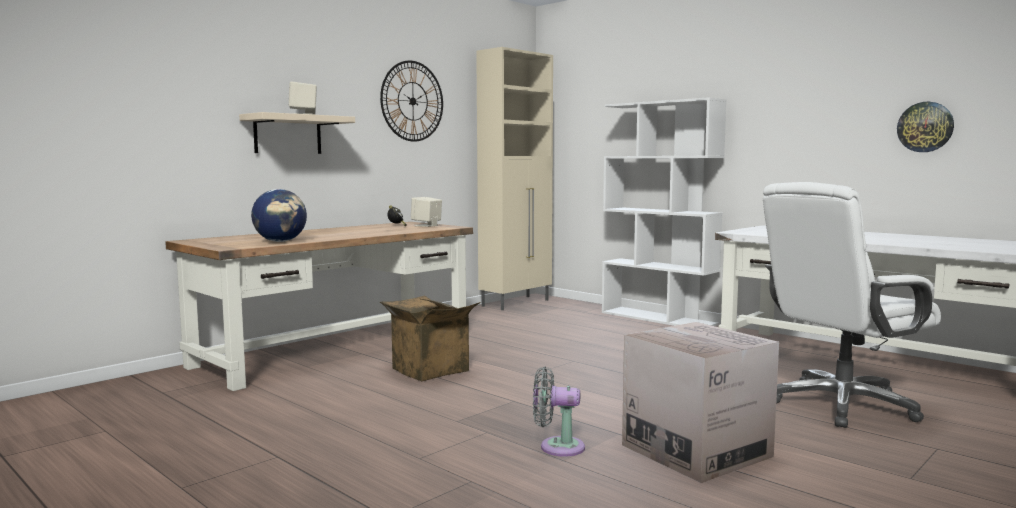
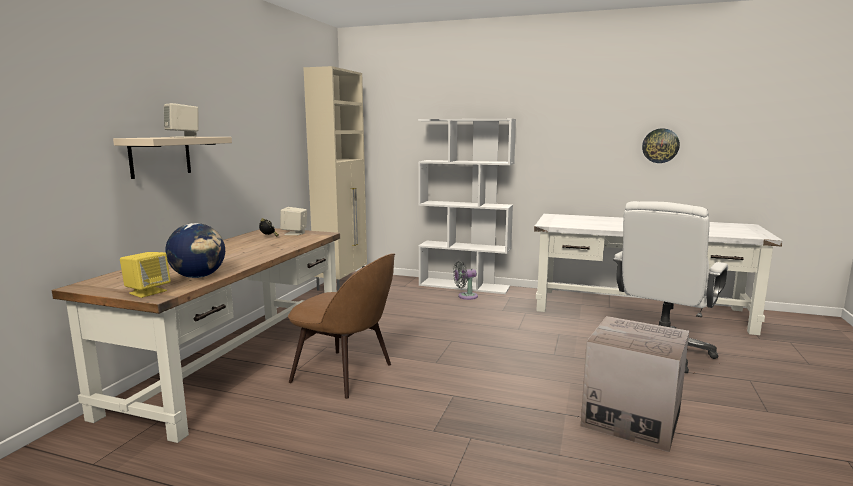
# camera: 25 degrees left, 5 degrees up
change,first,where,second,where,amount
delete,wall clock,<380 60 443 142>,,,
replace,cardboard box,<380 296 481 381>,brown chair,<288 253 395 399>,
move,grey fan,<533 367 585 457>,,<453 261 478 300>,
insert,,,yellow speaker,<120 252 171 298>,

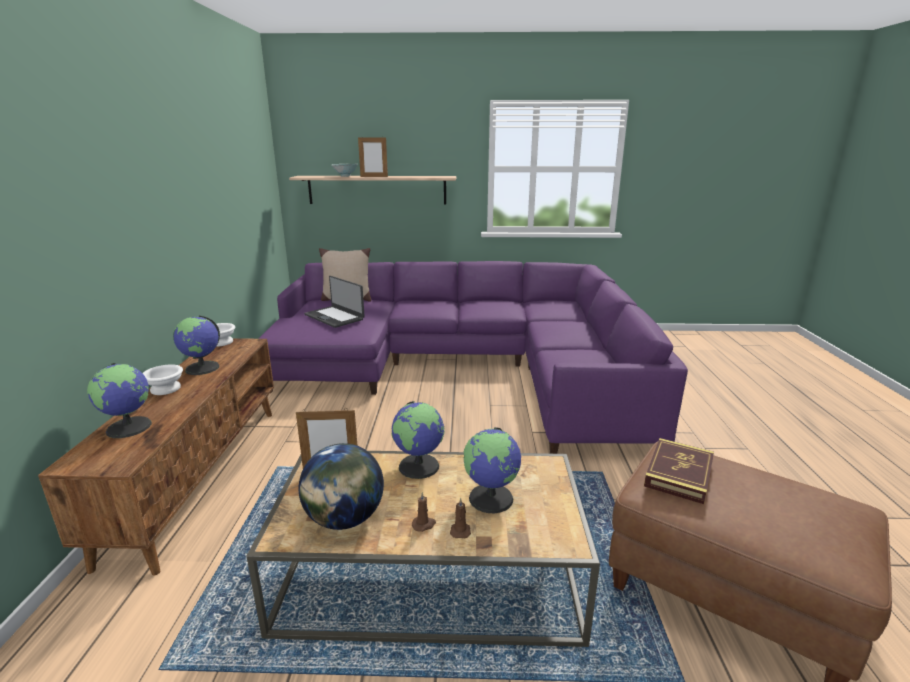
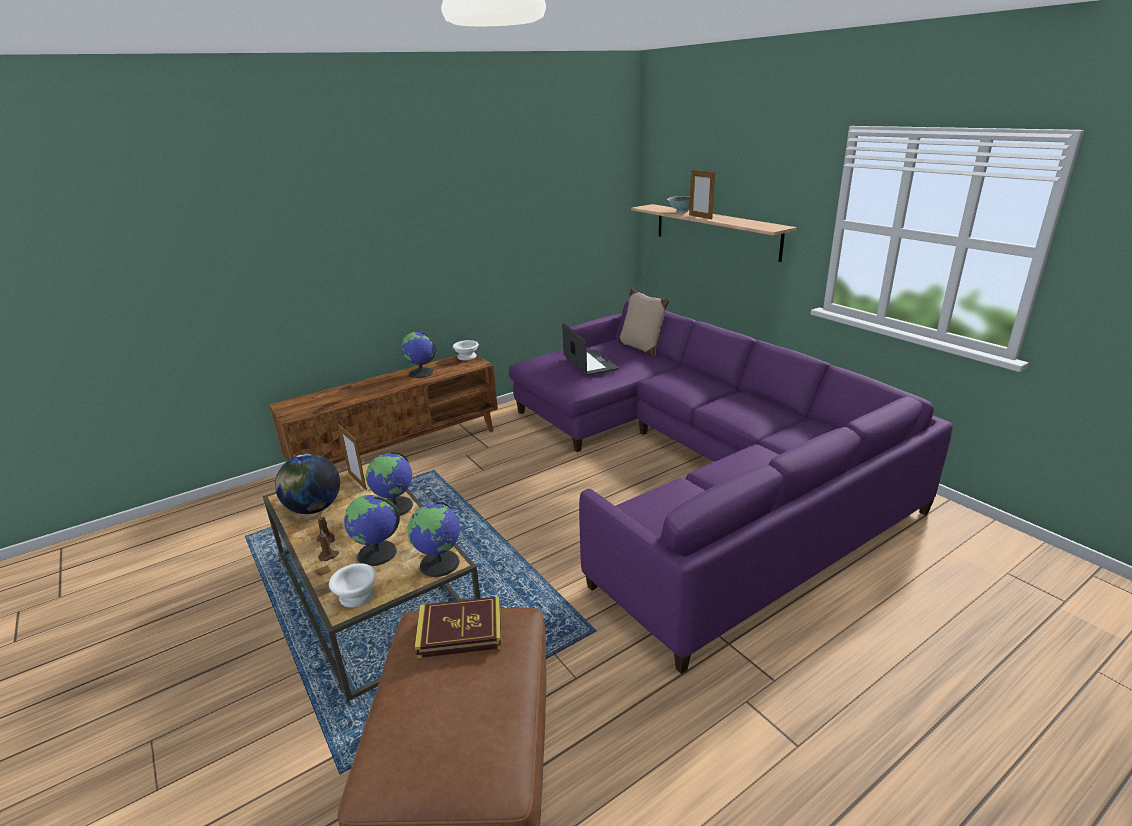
# camera: 55 degrees right, 5 degrees up
change,first,where,second,where,amount
rotate,laptop,<304 276 365 328>,,<562 323 619 376>,150 degrees clockwise
move,globe,<87 363 152 438>,,<407 502 460 577>,
move,white bowl,<143 364 183 395>,,<329 563 376 608>,

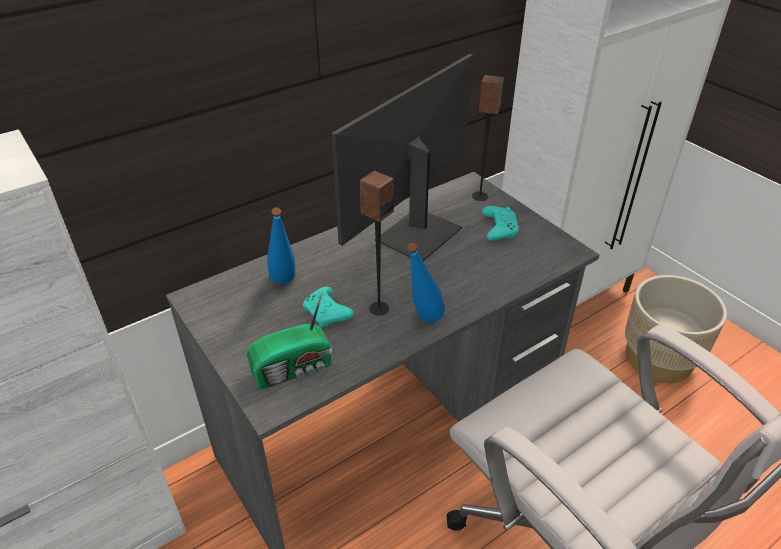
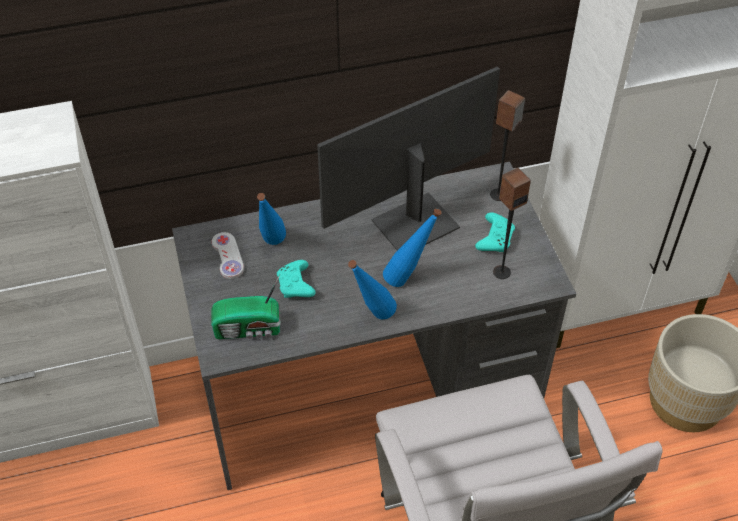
# camera: 20 degrees right, 10 degrees up
change,first,where,second,where,amount
move,speaker,<360 171 394 316>,,<493 168 531 279>,
insert,,,blue bottle,<383 208 441 287>,
insert,,,white game controller,<212 232 244 279>,

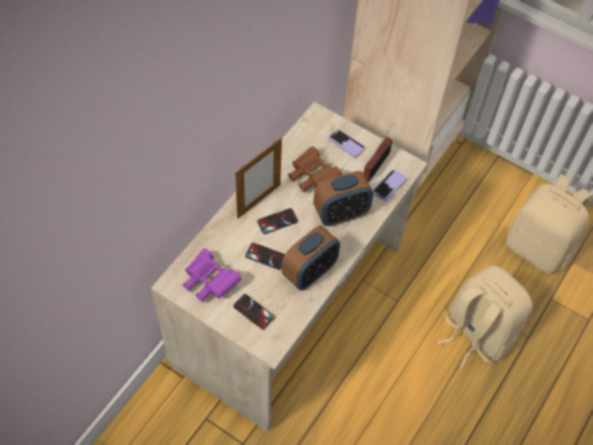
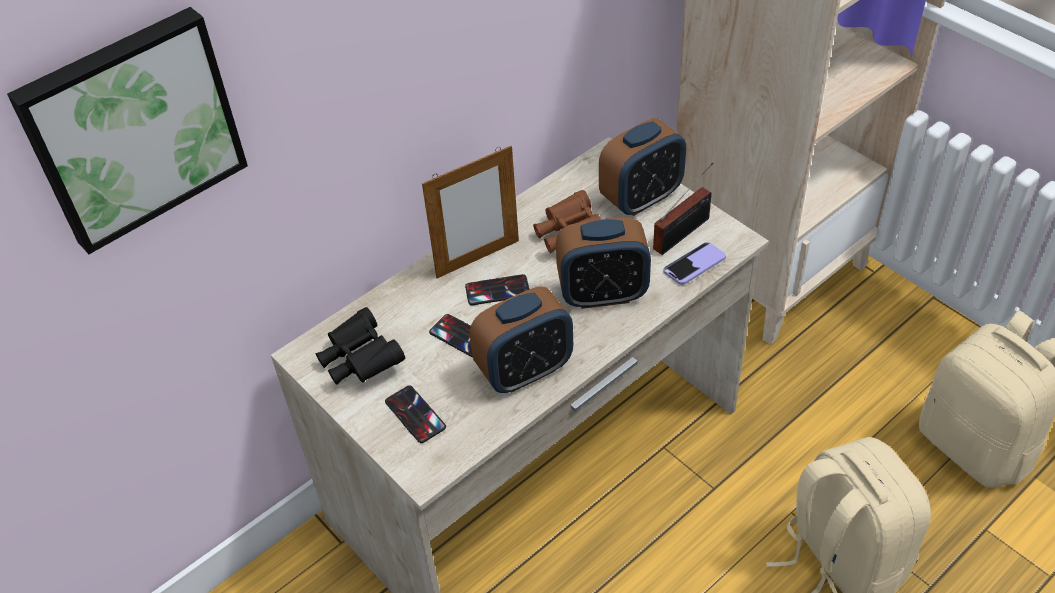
# camera: 20 degrees right, 10 degrees down
change,first,where,second,where,amount
replace,phone,<328 129 365 157>,alarm clock,<599 118 686 216>,
recolor,purple binoculars,<183 248 241 302>,black binoculars,<316 307 405 385>,
insert,,,picture,<7 7 248 254>,

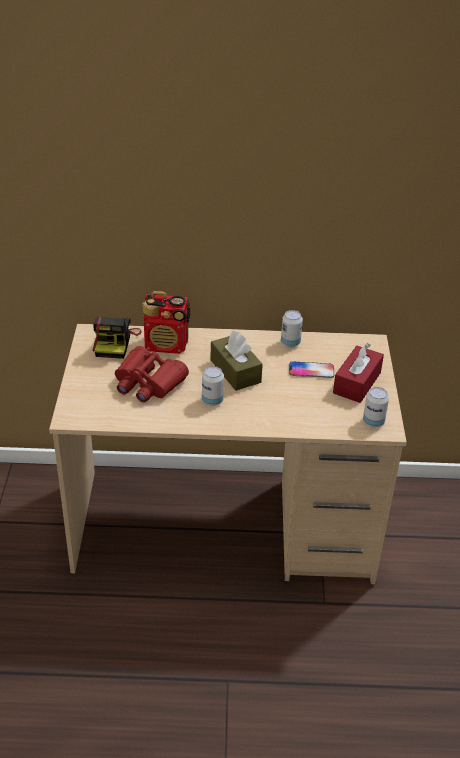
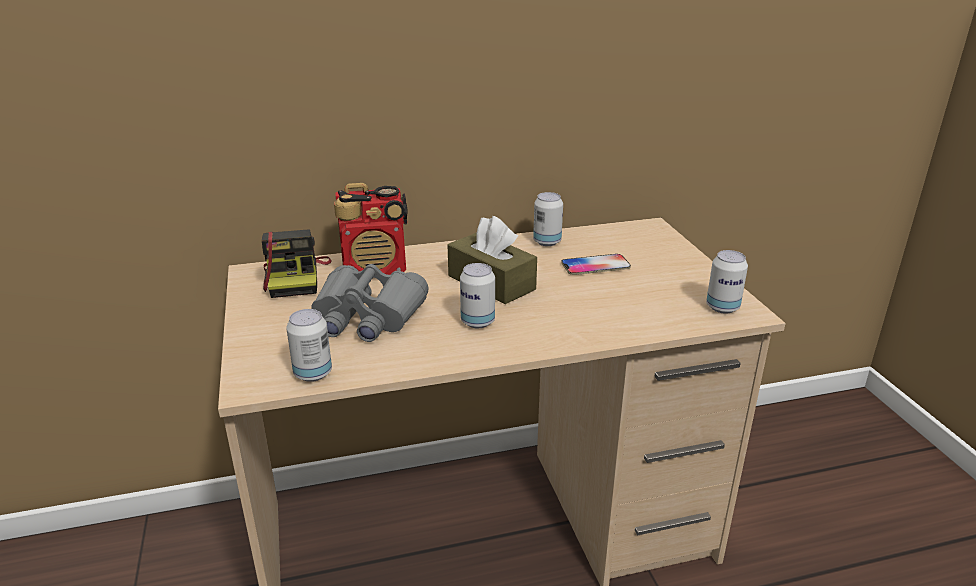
# camera: 15 degrees left, 10 degrees down
change,first,where,second,where,amount
delete,red tissue box,<333 343 384 403>,,,
recolor,red binoculars,<115 346 189 403>,grey binoculars,<311 264 428 342>,
insert,,,can,<286 309 332 382>,

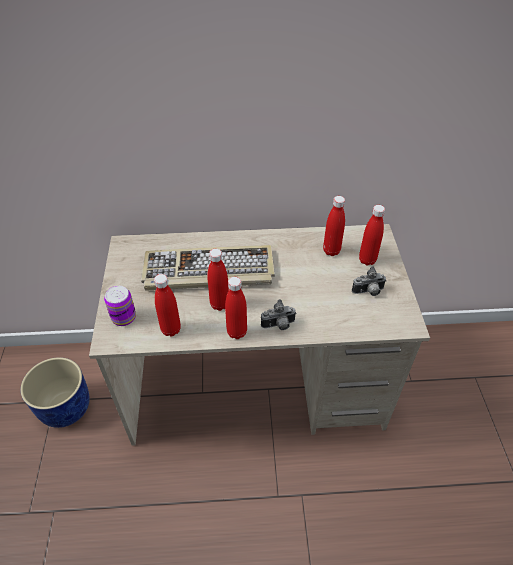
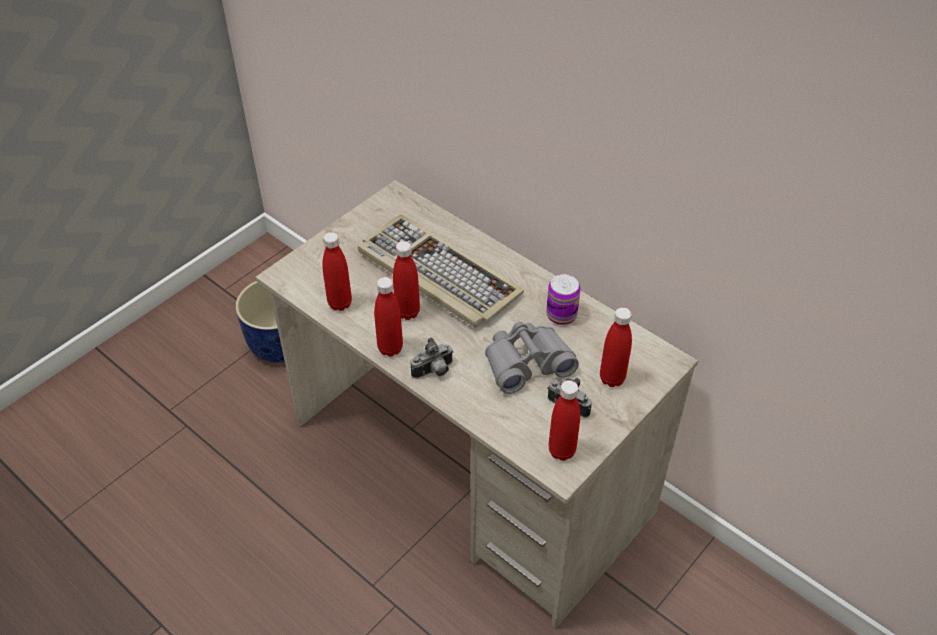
# camera: 45 degrees right, 0 degrees up
change,first,where,second,where,amount
move,red bottle,<323 196 345 256>,,<548 380 580 461>,
move,can,<104 286 136 326>,,<546 274 581 325>,
rotate,photo camera,<261 299 296 330>,,<410 338 454 379>,60 degrees counterclockwise
insert,,,grey binoculars,<485 322 579 394>,

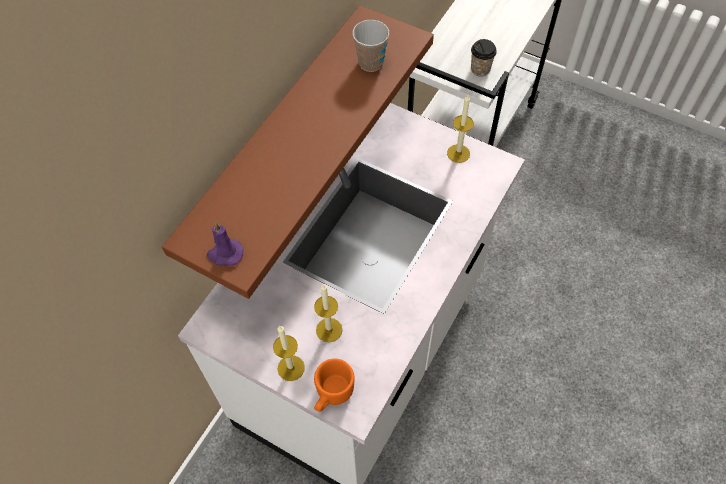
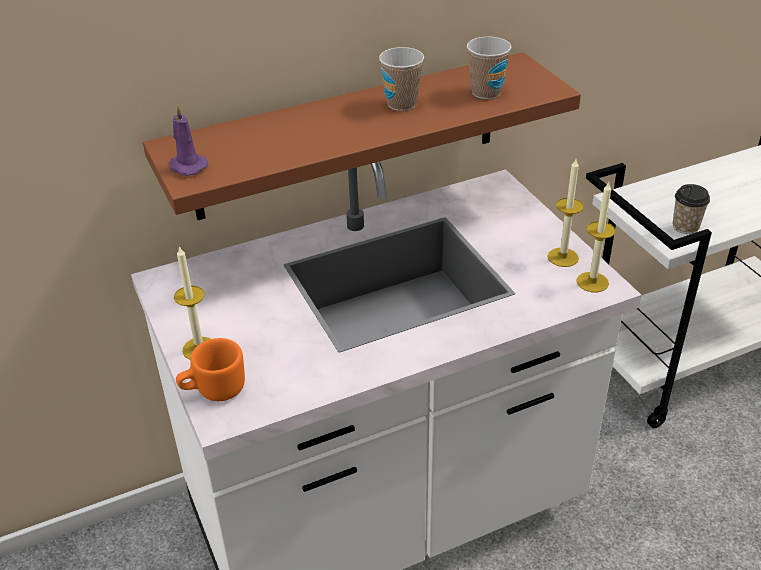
# camera: 35 degrees right, 20 degrees down
change,first,where,second,where,amount
move,candle,<314 284 342 342>,,<576 182 616 292>,
insert,,,cup,<379 47 424 111>,

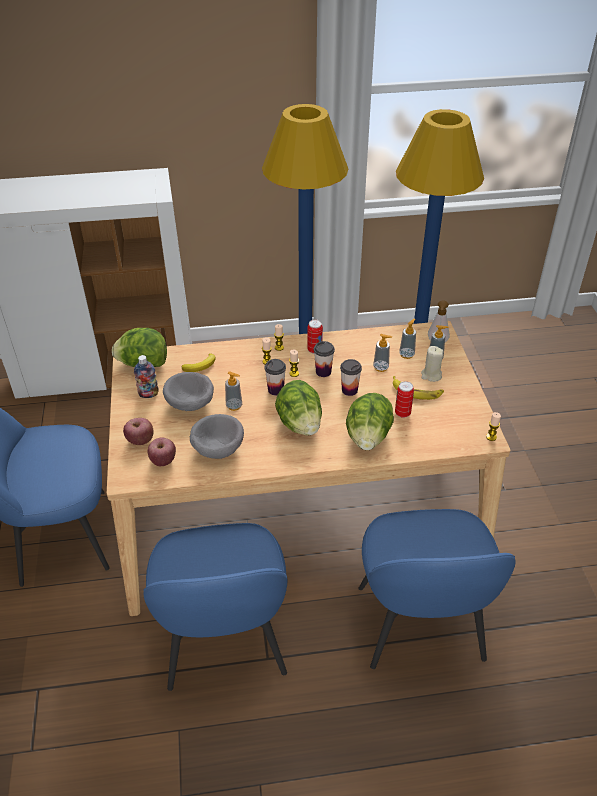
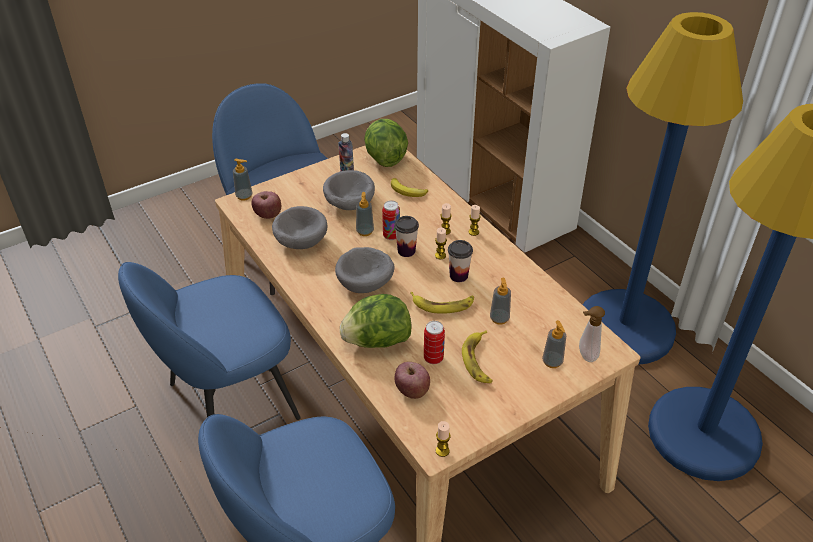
# camera: 65 degrees right, 0 degrees up
change,first,where,second,where,amount
move,can,<307 319 323 354>,,<382 200 400 240>,
move,soap dispenser,<399 319 416 359>,,<233 159 253 201>,
delete,beige candle,<421 346 444 382>,,,
replace,cup,<340 359 362 396>,banana,<410 292 474 314>,
replace,lettuce,<275 380 322 436>,grey bowl,<335 247 394 293>,
move,apple,<123 418 154 445>,,<395 362 430 399>,

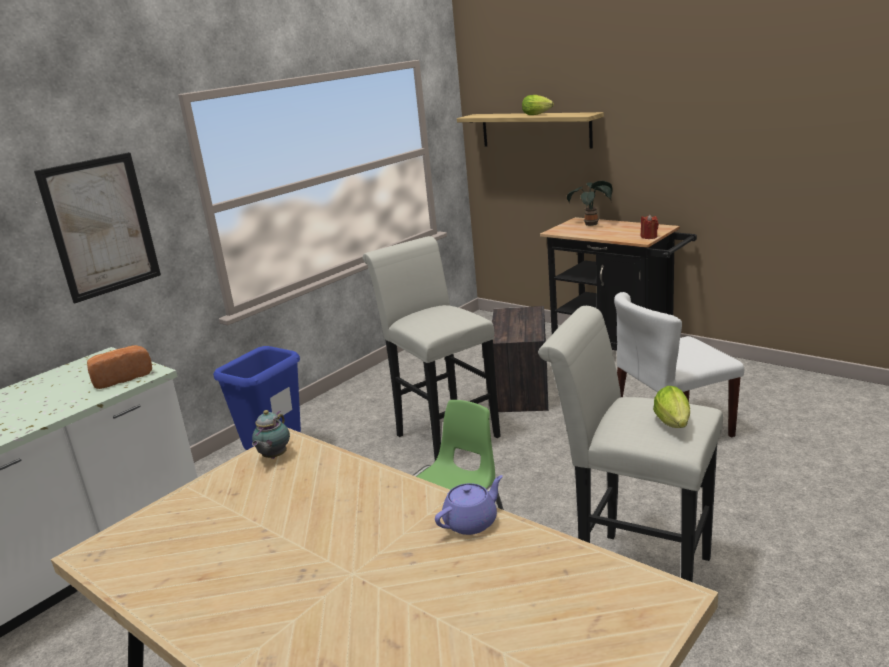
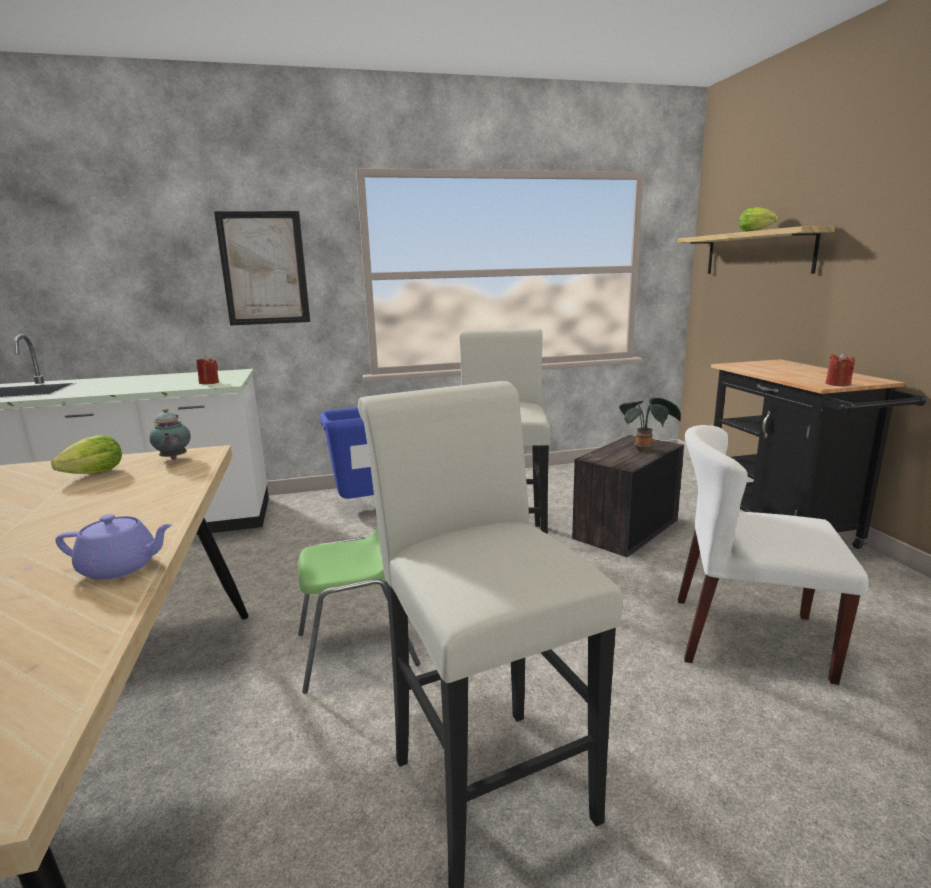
# camera: 35 degrees right, 5 degrees down
change,first,where,second,where,amount
move,potted plant,<567 181 613 226>,,<619 398 681 451>,
replace,bread,<87 345 152 389>,red candle,<196 356 219 384>,
move,lettuce,<653 386 690 428>,,<51 435 122 474>,
rotate,teapot,<252 410 290 459>,,<149 408 191 460>,75 degrees counterclockwise

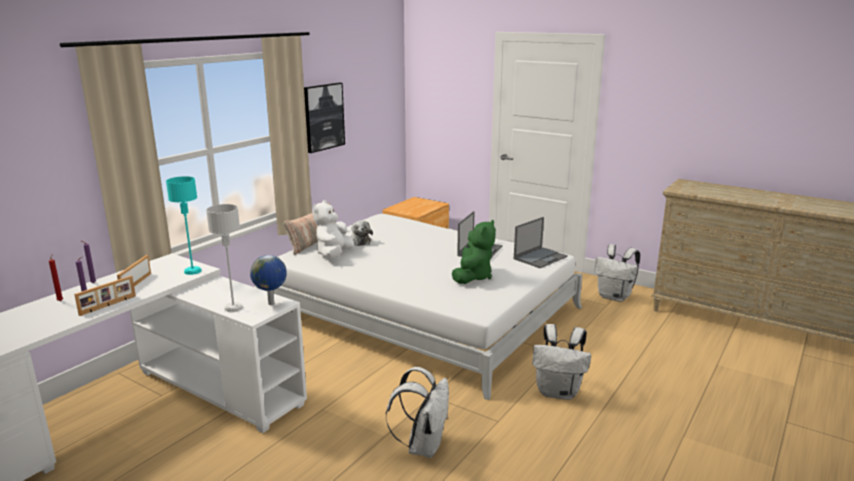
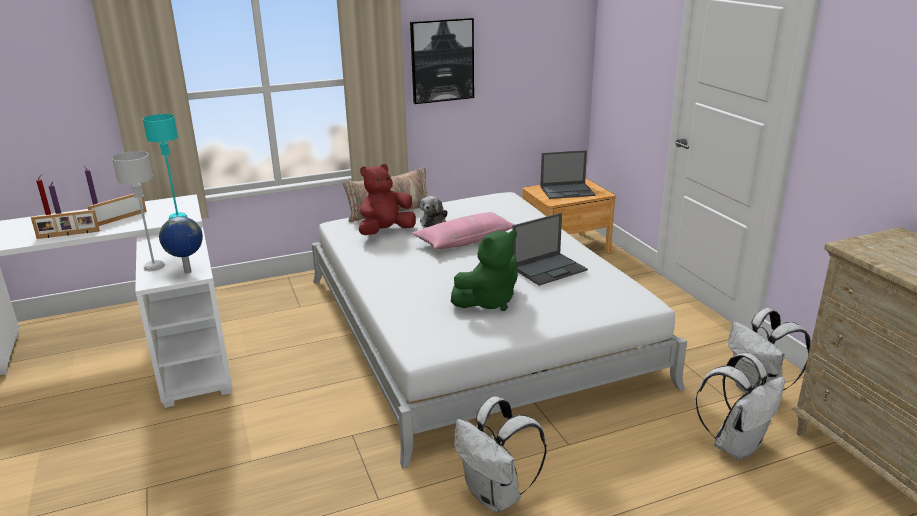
# camera: 35 degrees right, 5 degrees up
change,first,where,second,where,amount
recolor,white plush toy,<313 200 354 258>,red plush toy,<359 164 416 235>,
move,laptop,<514 217 568 268>,,<540 150 595 199>,
move,white backpack,<386 367 449 458>,,<695 353 785 460>,
insert,,,pink pillow,<412 212 515 249>,

